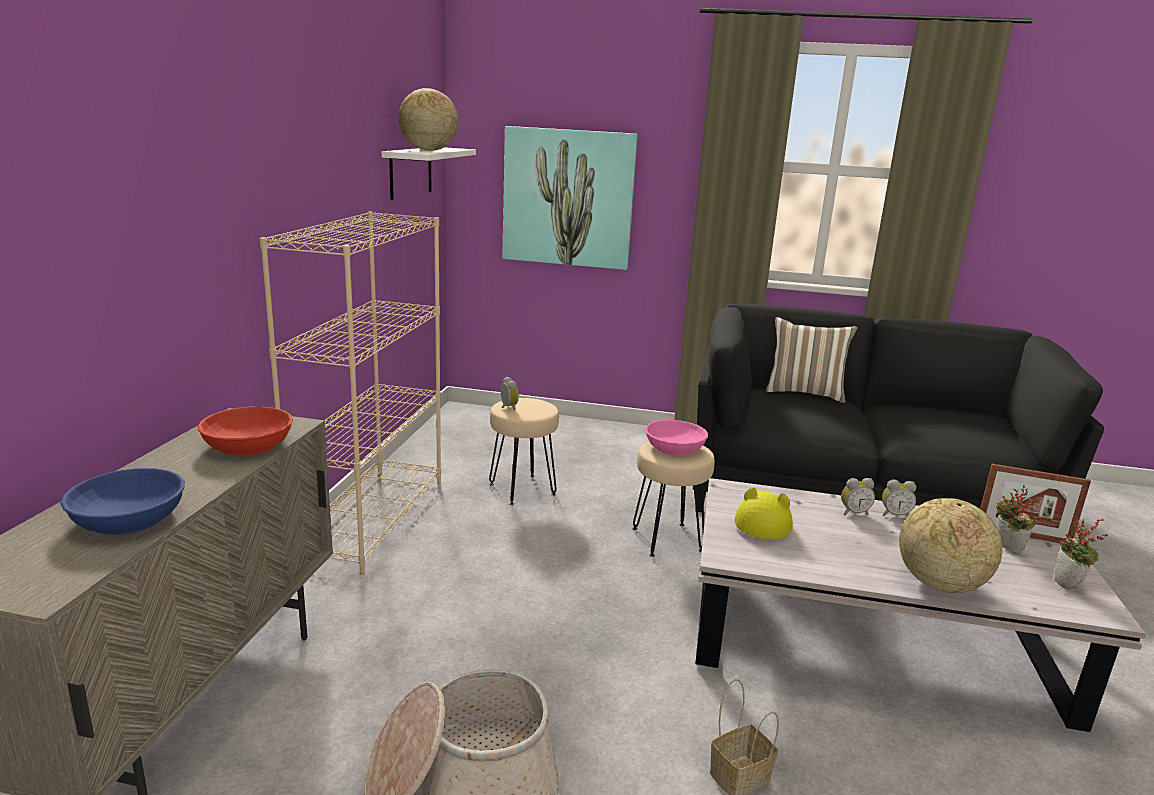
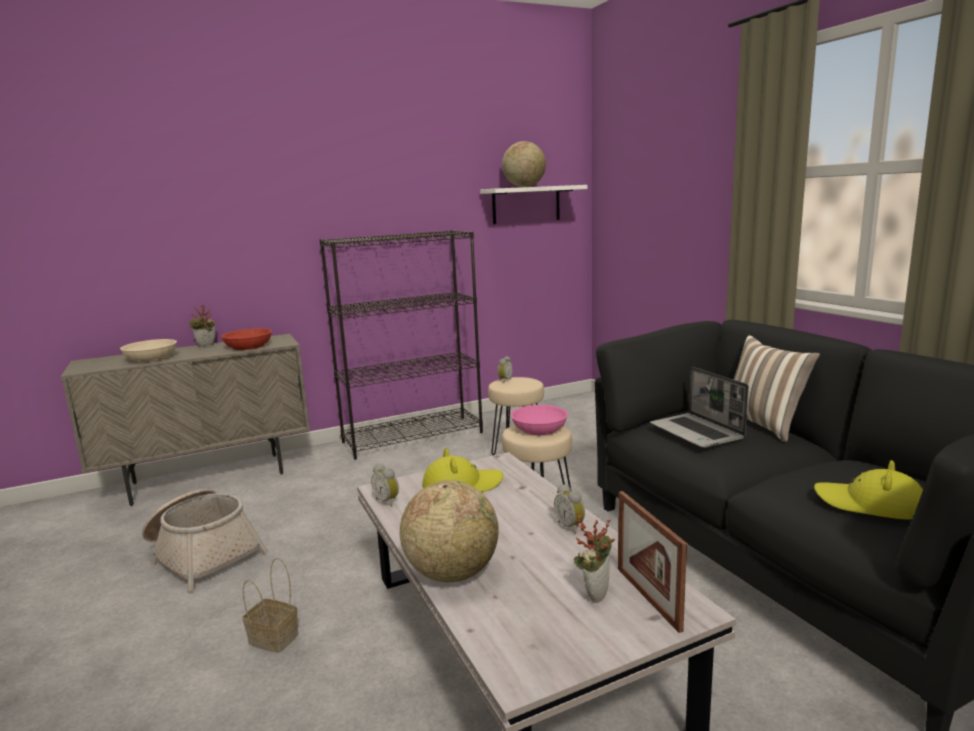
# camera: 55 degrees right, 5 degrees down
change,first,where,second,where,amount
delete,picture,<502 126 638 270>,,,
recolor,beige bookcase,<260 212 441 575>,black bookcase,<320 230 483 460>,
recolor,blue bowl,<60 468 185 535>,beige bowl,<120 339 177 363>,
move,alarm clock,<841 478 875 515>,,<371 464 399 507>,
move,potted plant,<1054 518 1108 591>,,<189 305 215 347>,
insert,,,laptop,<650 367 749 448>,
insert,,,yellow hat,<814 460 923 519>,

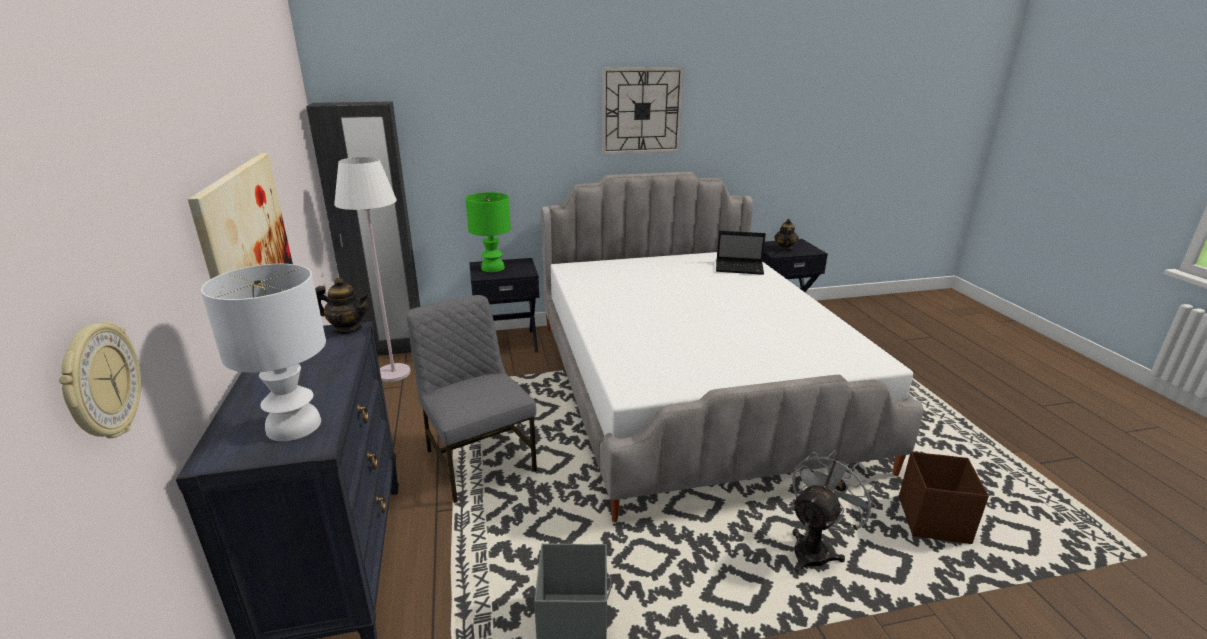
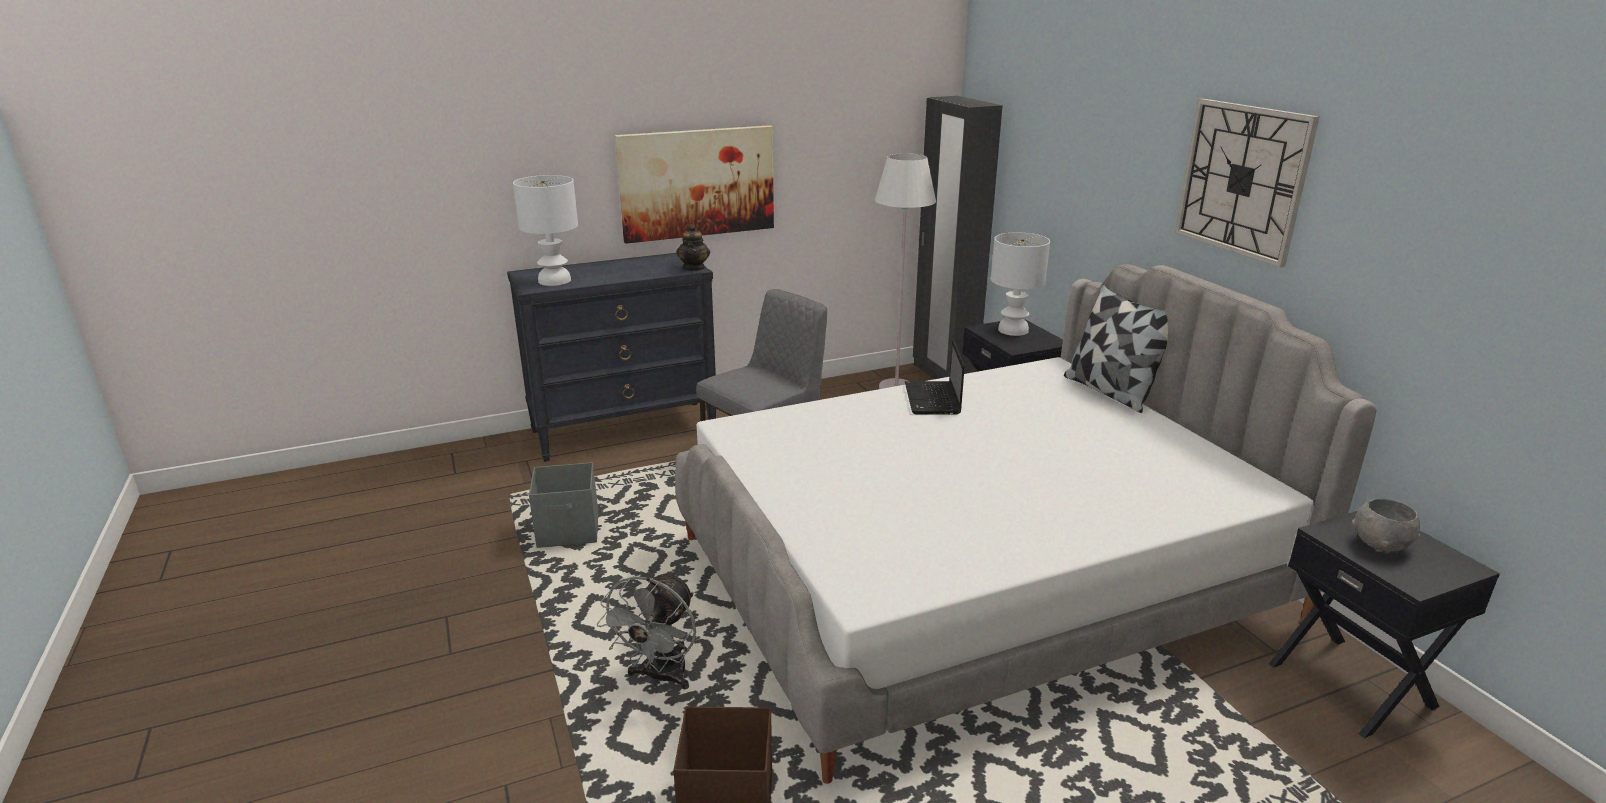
# camera: 80 degrees right, 0 degrees up
change,first,where,second,where,amount
recolor,green table lamp,<465 192 511 272>,white table lamp,<991 232 1050 336>,
replace,teapot,<774 219 798 251>,grey bowl,<1351 498 1420 551>,
move,laptop,<716 231 766 275>,,<905 338 965 415>,
delete,wall clock,<59 322 141 438>,,,
rotate,grey fan,<792 450 877 573>,,<597 571 696 690>,75 degrees clockwise
insert,,,pillow,<1064 284 1168 413>,

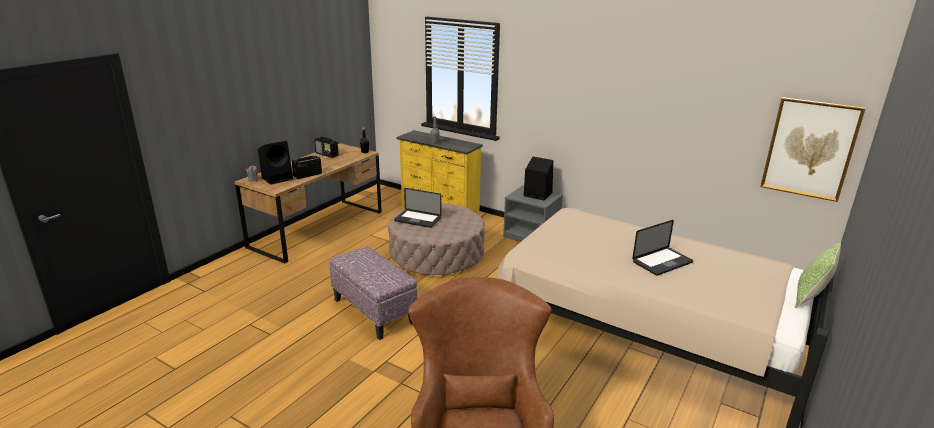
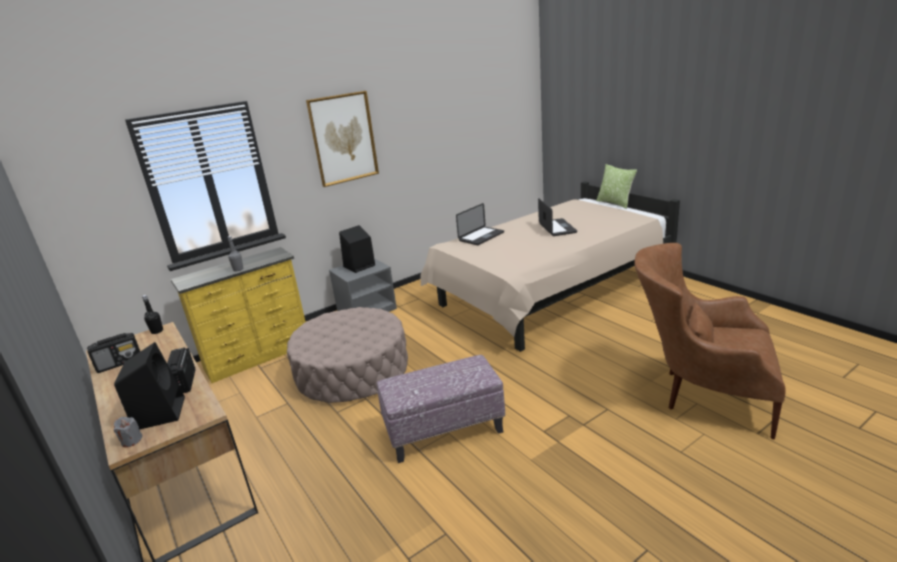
# camera: 65 degrees left, 0 degrees up
change,first,where,second,where,amount
move,picture,<760 97 866 202>,,<306 91 379 187>,
move,laptop,<394 188 442 228>,,<456 203 504 245>,

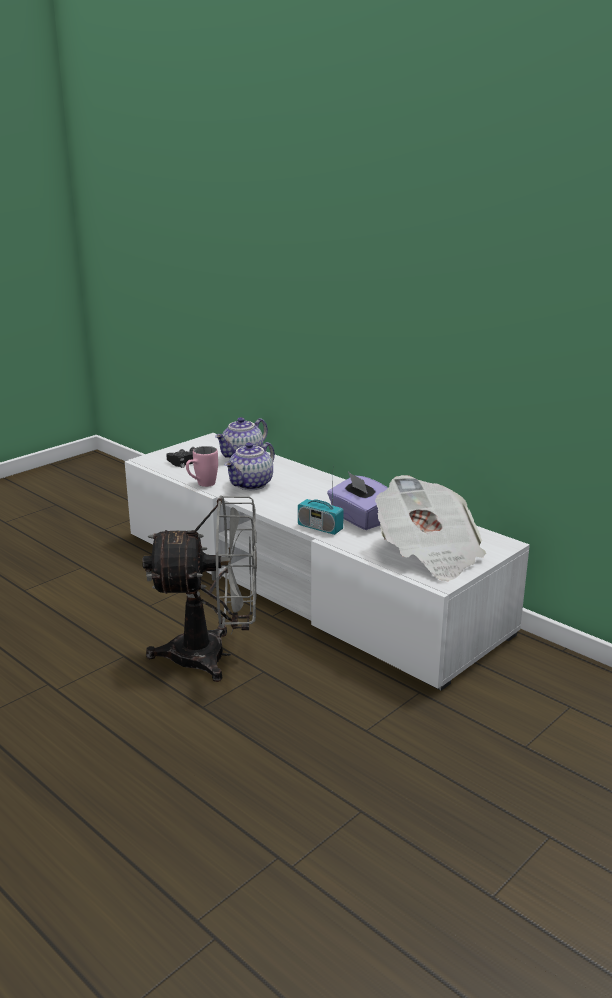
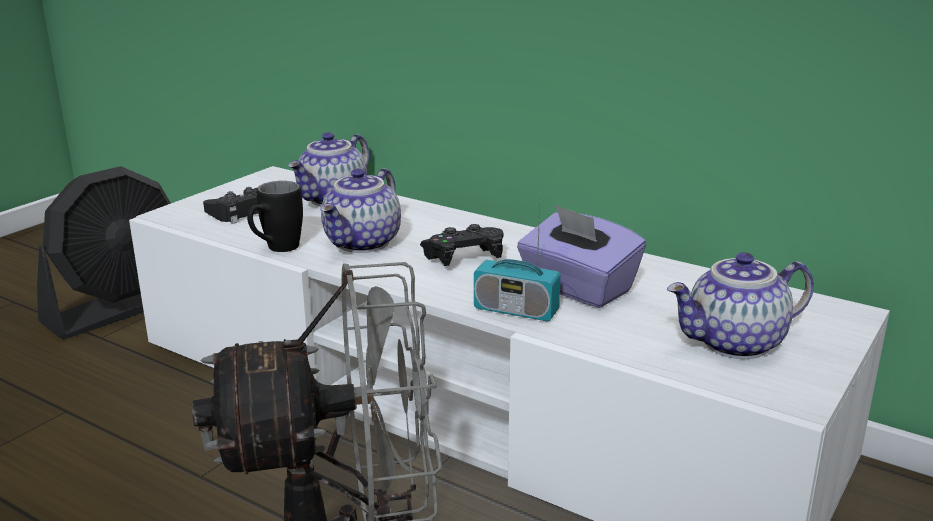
# camera: 10 degrees left, 0 degrees up
change,first,where,second,where,amount
recolor,pink mug,<186 446 218 487>,black mug,<247 181 303 252>,
replace,newspaper,<375 475 486 581>,teapot,<667 252 814 359>,
insert,,,black fan,<37 166 171 339>,
insert,,,black game controller,<420 224 503 266>,

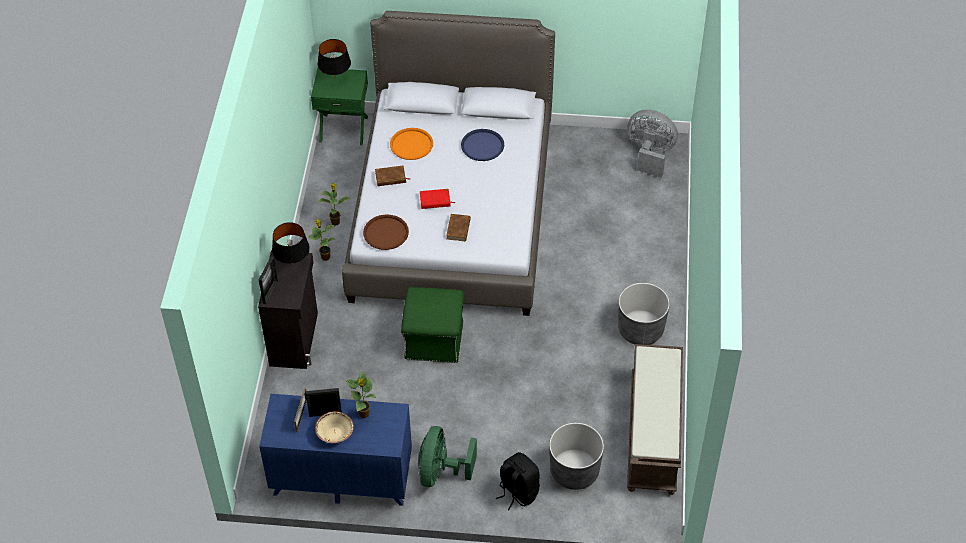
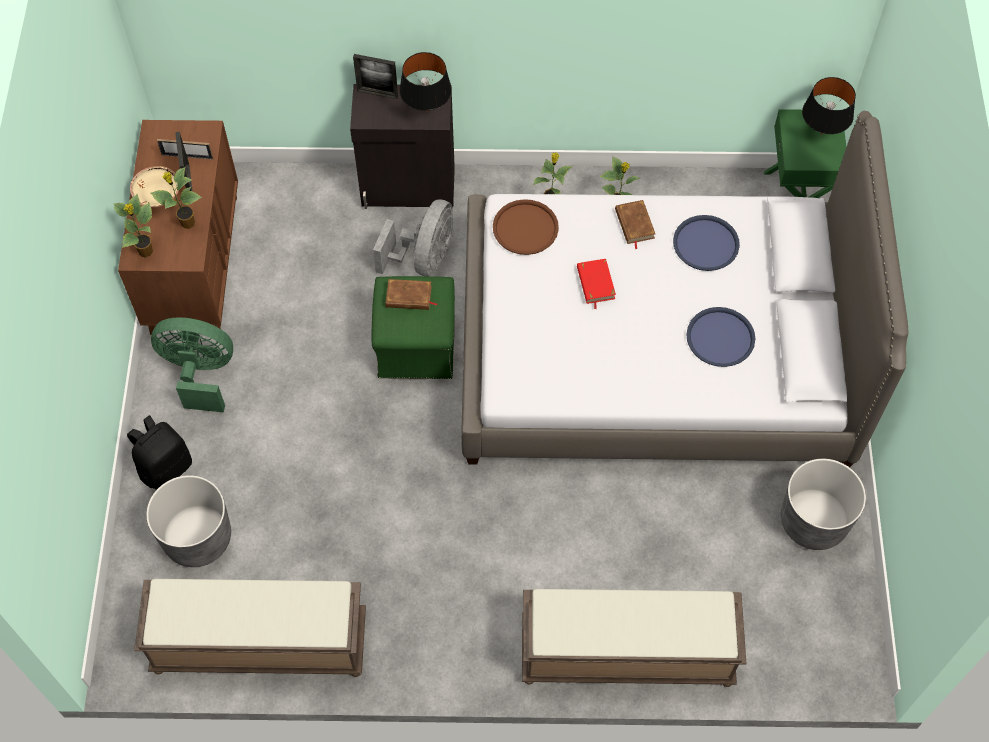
# camera: 85 degrees right, 10 degrees up
change,first,where,second,where,amount
move,grey fan,<627 110 678 178>,,<373 199 453 276>,
recolor,orange tray,<390 128 433 160>,blue tray,<673 215 740 271>,
move,brown book,<446 214 471 242>,,<386 279 437 310>,
move,grey planter,<618 283 670 345>,,<781 459 866 550>,
recolor,blue dresser,<259 394 412 506>,brown dresser,<118 120 238 335>,
insert,,,potted plant,<114 194 153 258>,
insert,,,brown bench,<522 589 746 687>,

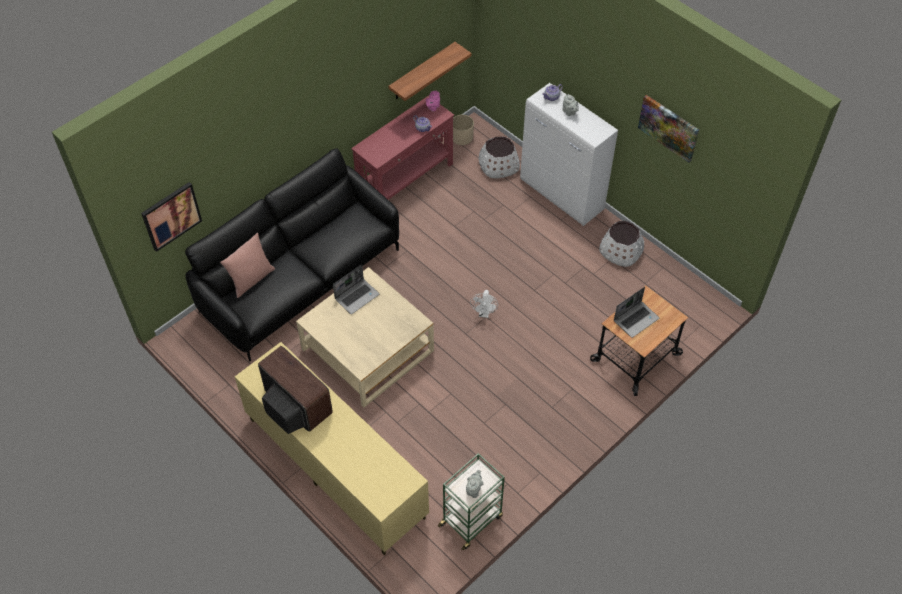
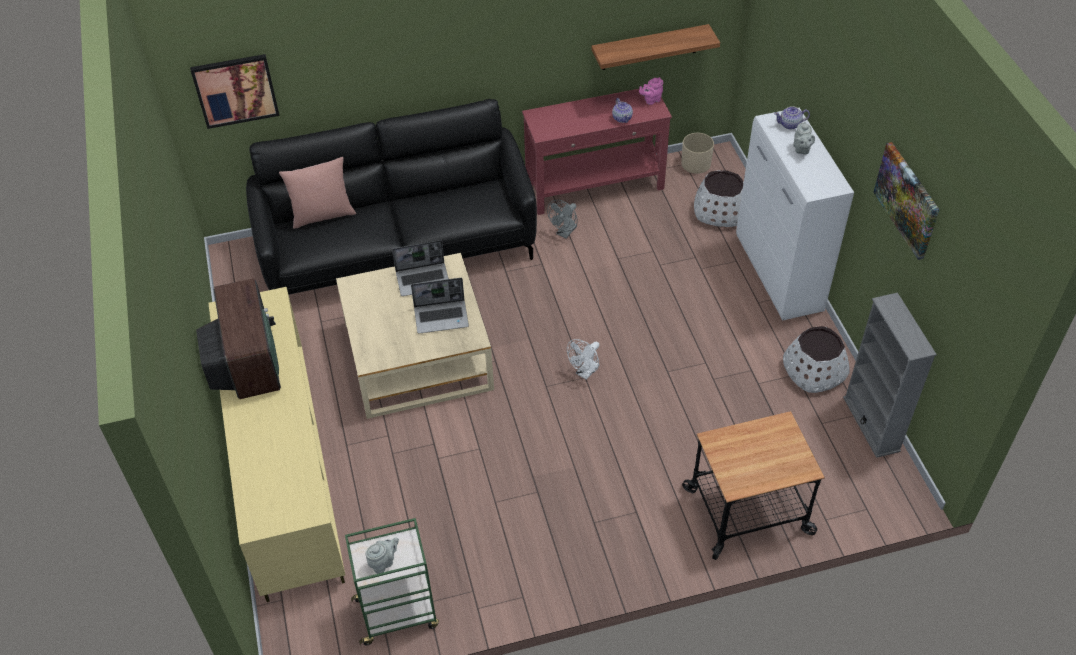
# camera: 30 degrees right, 5 degrees down
change,first,where,second,where,amount
move,laptop,<614 287 659 338>,,<411 278 469 334>,
insert,,,grey fan,<547 200 578 238>,
insert,,,grey bookcase,<843 293 937 458>,

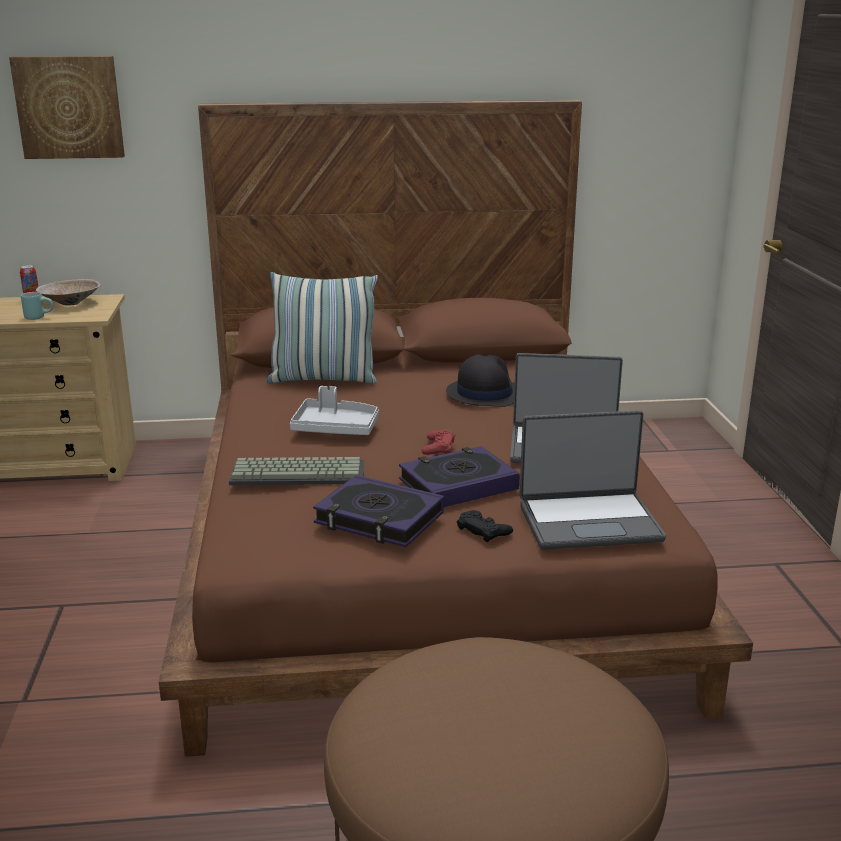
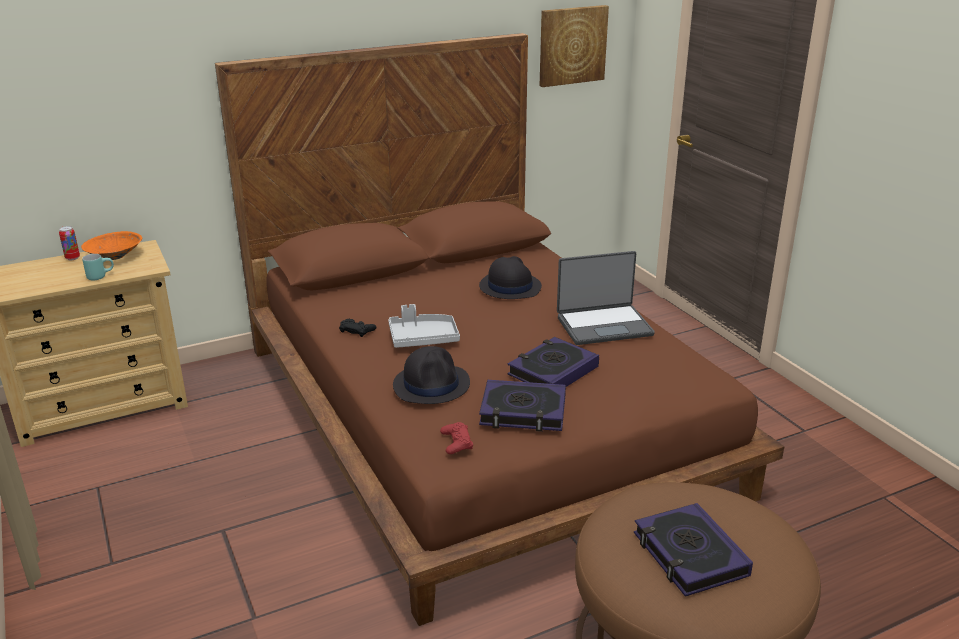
# camera: 20 degrees left, 5 degrees up
change,first,where,second,where,amount
move,picture,<9 56 125 159>,,<539 5 609 87>,
delete,pillow,<267 272 378 384>,,,
recolor,beige bowl,<36 279 101 306>,orange bowl,<81 231 142 260>,
delete,laptop,<519 410 666 550>,,,
move,red game controller,<421 429 455 455>,,<440 422 473 454>,
replace,keyboard,<229 457 364 485>,black hat,<393 346 470 404>,
move,black game controller,<457 510 513 542>,,<339 319 377 337>,
insert,,,book,<634 503 753 597>,

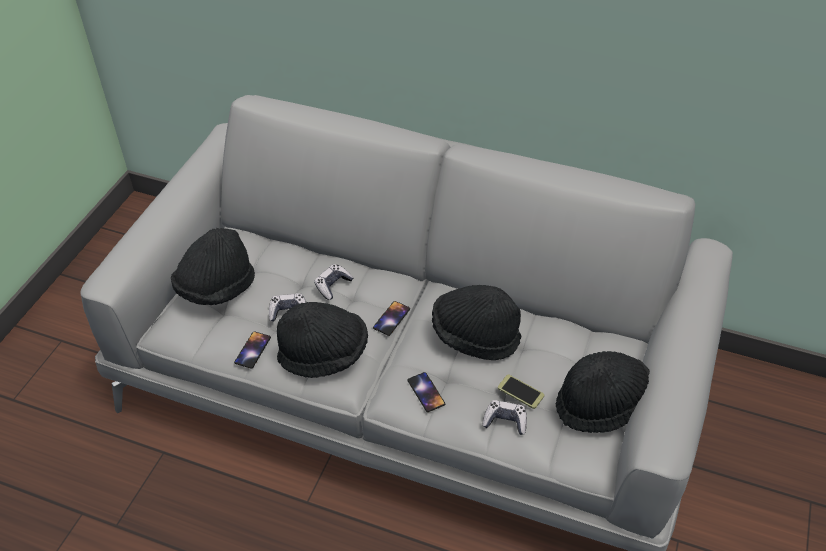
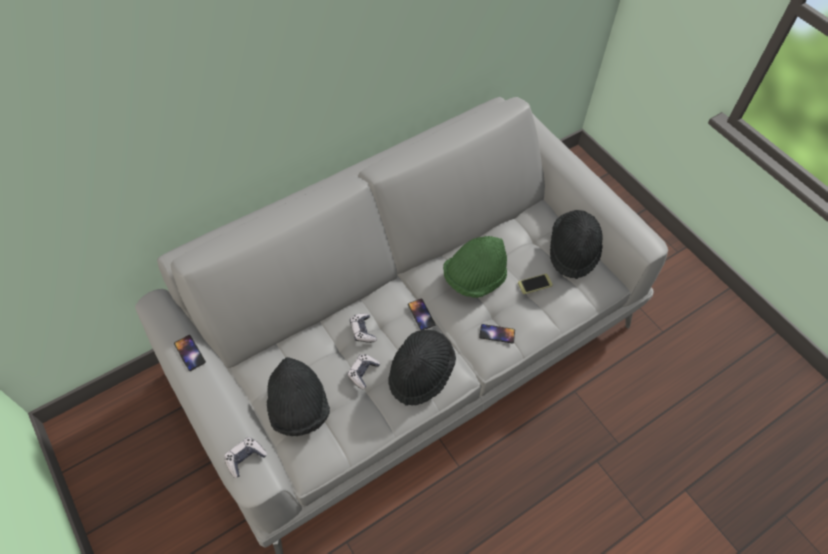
# camera: 55 degrees left, 10 degrees up
change,first,where,second,where,amount
recolor,black hat,<432 285 521 360>,green hat,<443 236 507 298>,
move,phone,<234 331 271 369>,,<174 335 206 371>,
move,game controller,<482 400 527 435>,,<224 437 267 478>,

